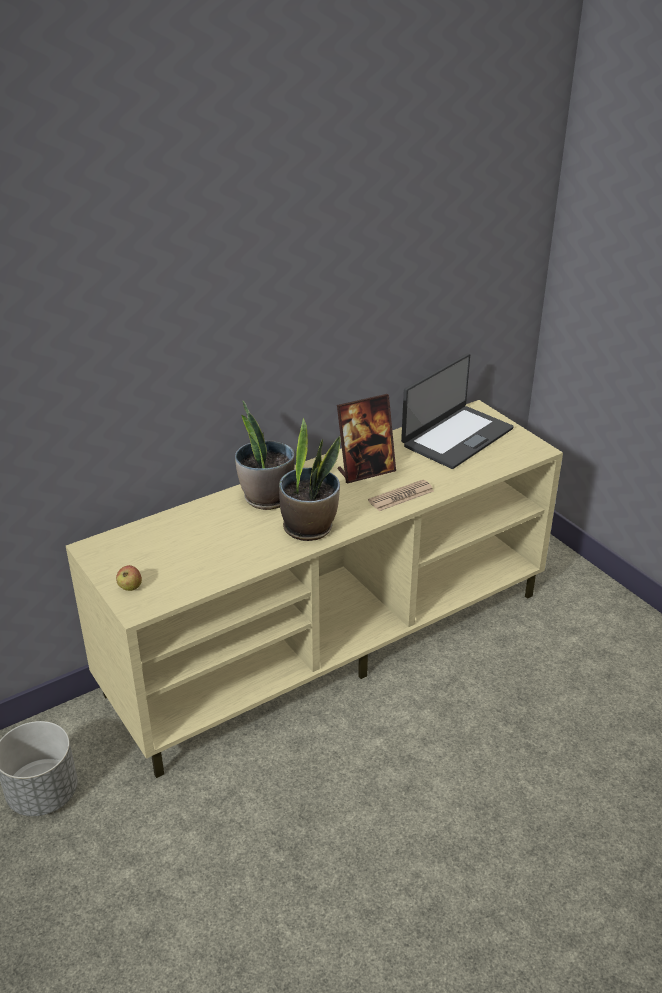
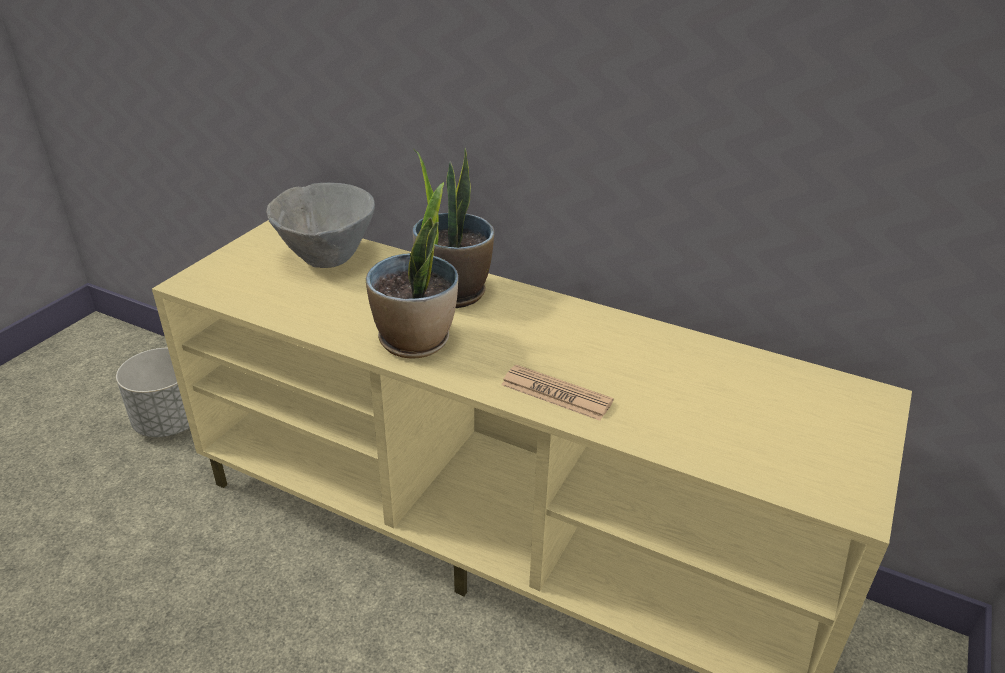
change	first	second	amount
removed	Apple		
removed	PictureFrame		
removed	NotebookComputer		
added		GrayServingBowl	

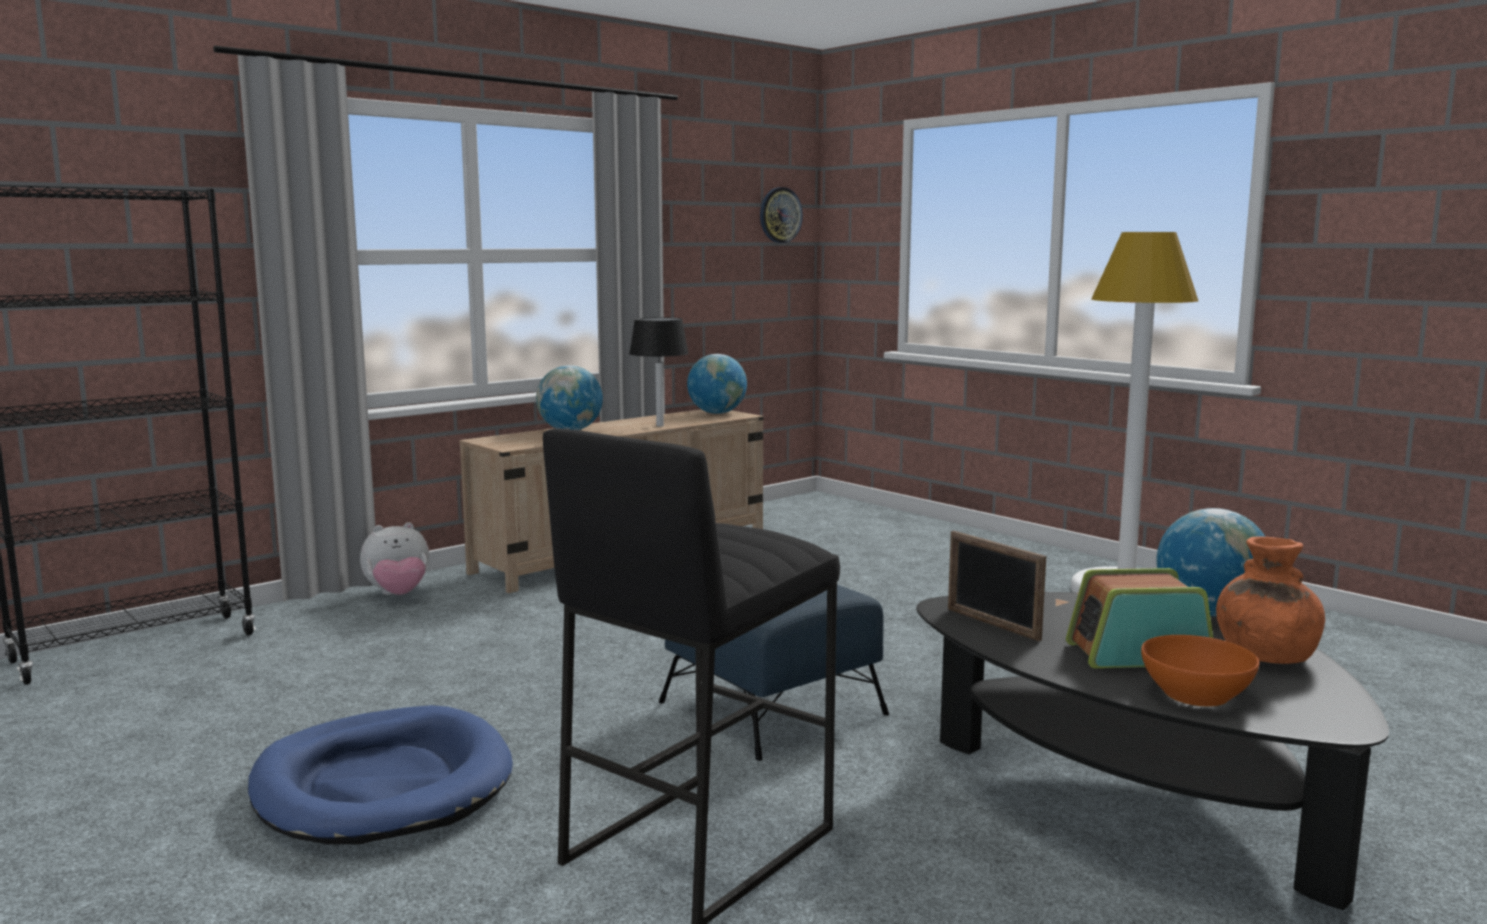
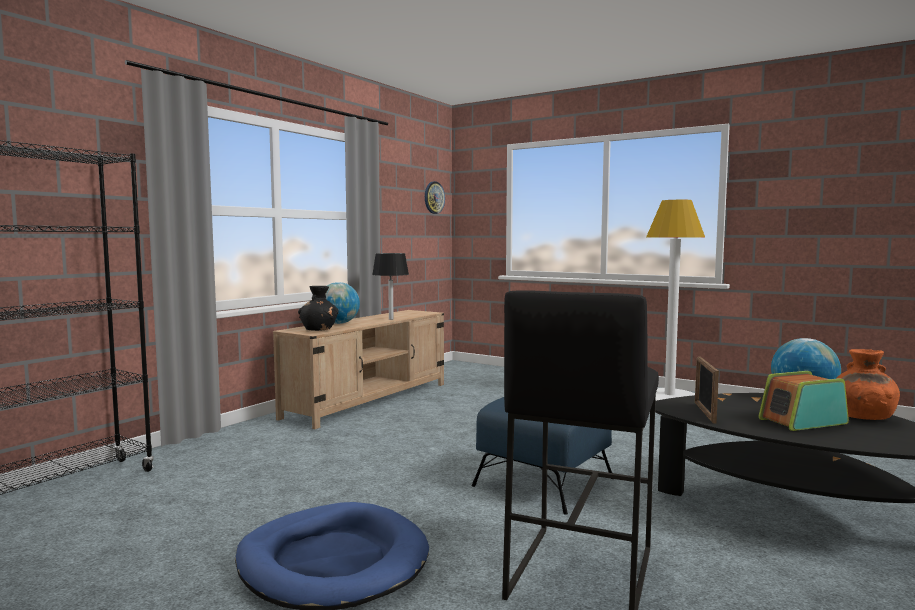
change	first	second	amount
removed	PlushToy		
removed	DeskGlobe (2nd from left)		
turned	PictureFrame		60 degrees clockwise
removed	OrangeColouredServingBowl		
added		BlackishDecorativeVase	

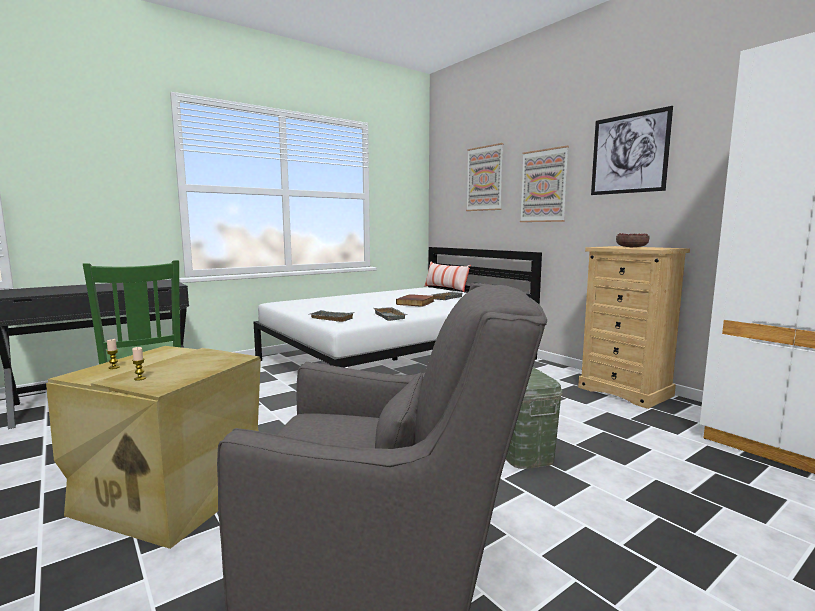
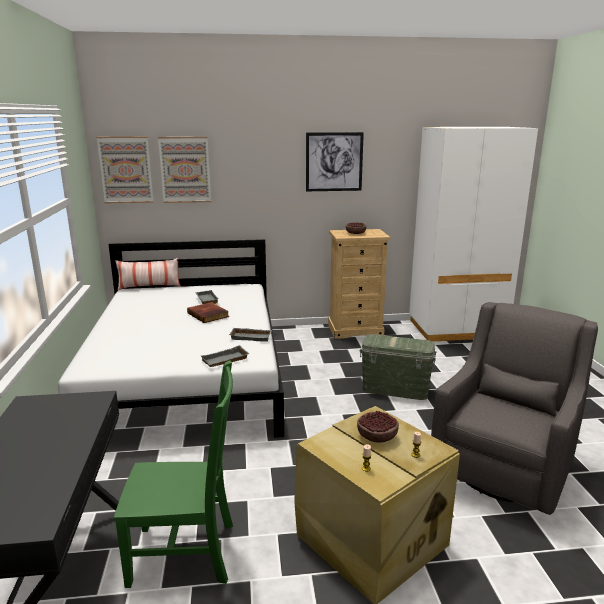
change	first	second	amount
moved	WallPicture (2nd from left in the first image)	WallPicture (1st from left)	
added		ServingBowl (2nd from left)	

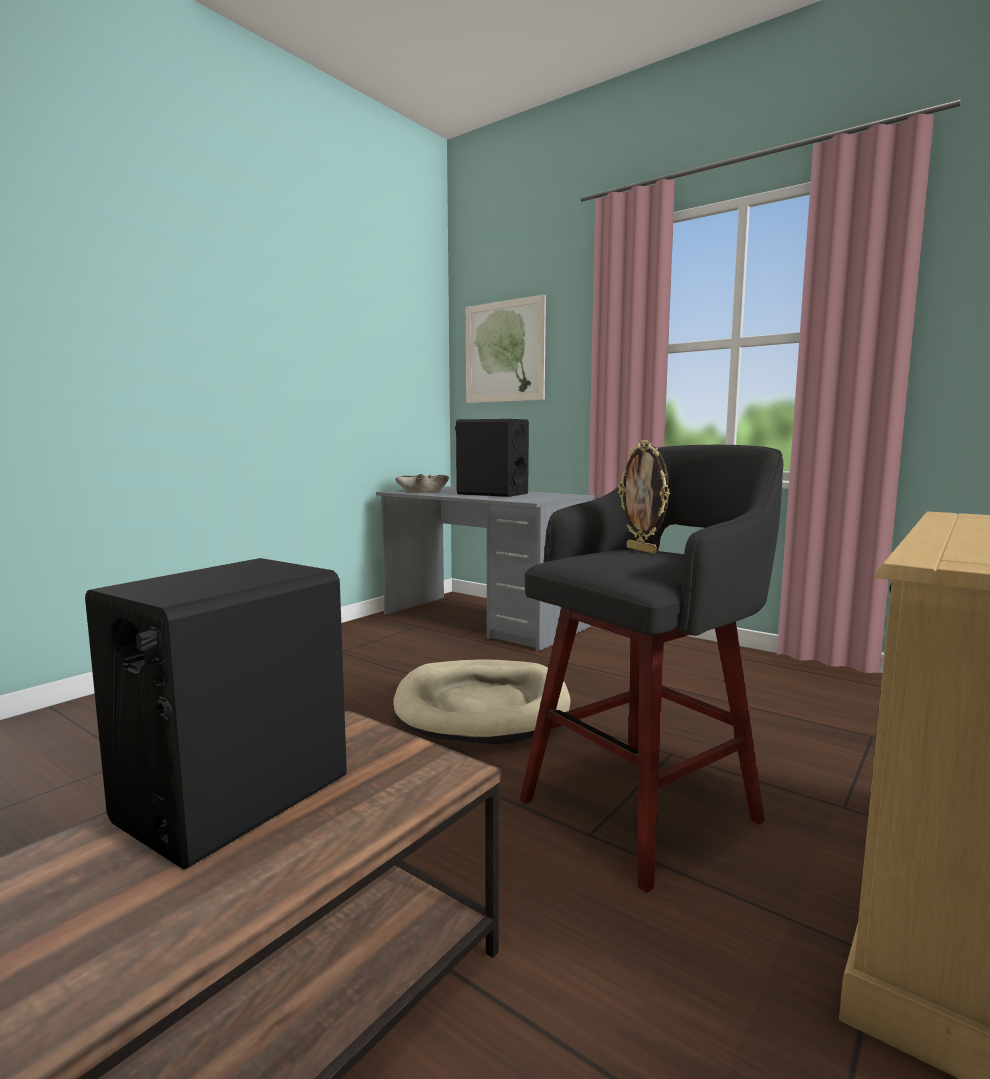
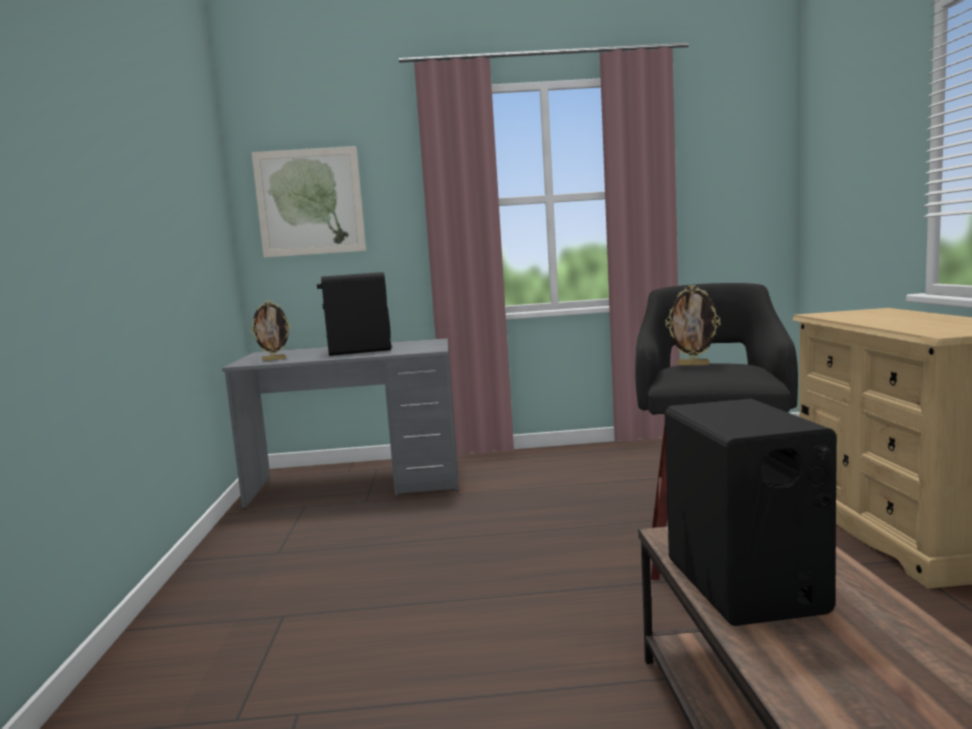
change	first	second	amount
removed	BeigePetBed		
replaced	BeigeServingBowl	PictureFrame (1st from left)	

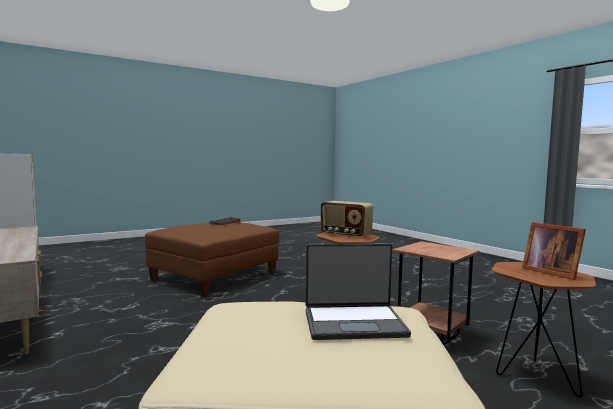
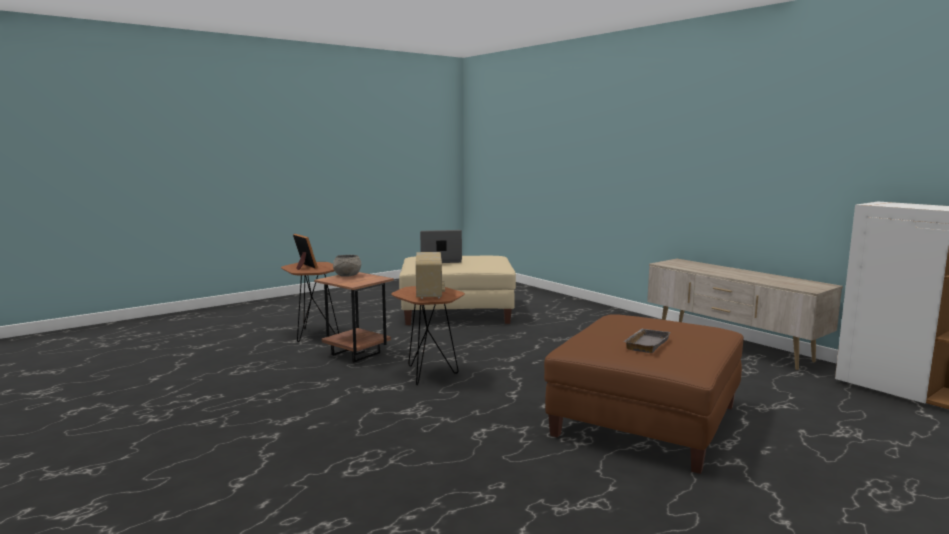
change	first	second	amount
turned	Radio		60 degrees clockwise
added		GrayServingBowl	

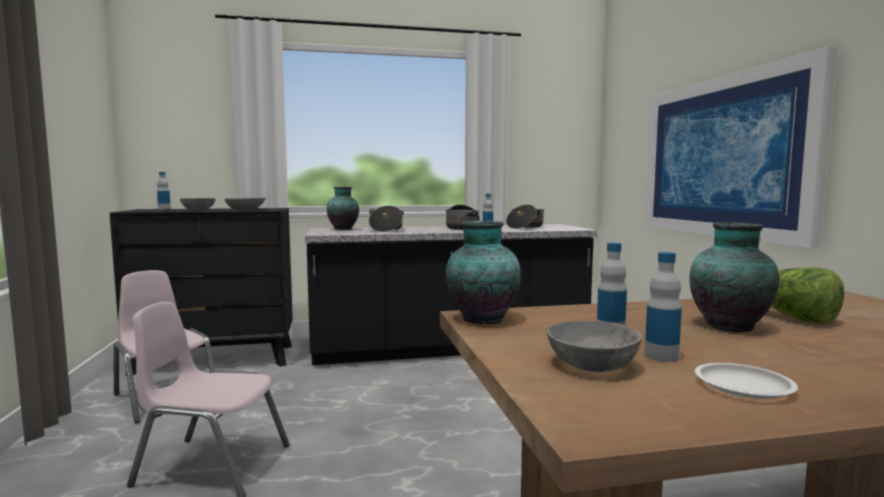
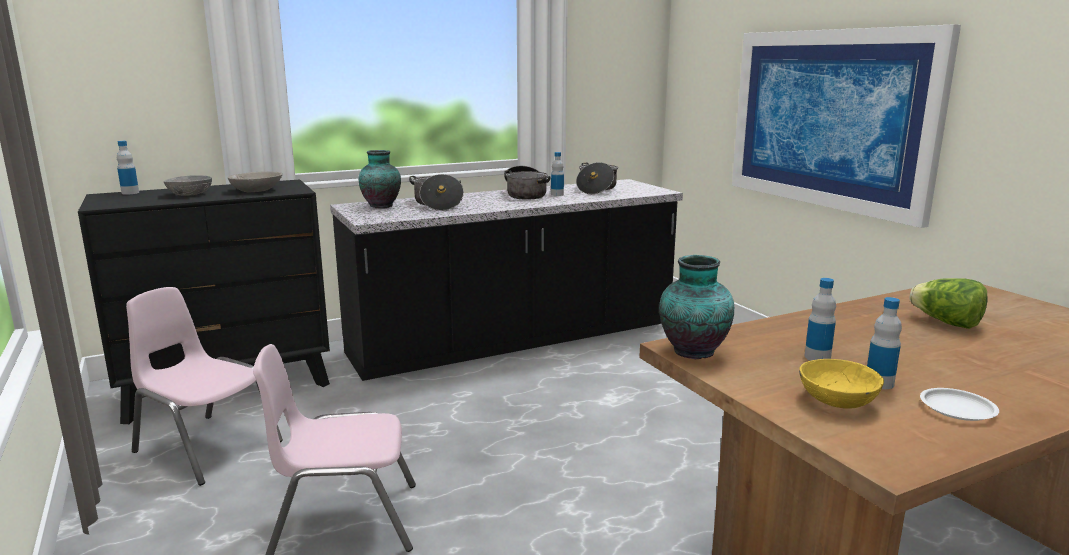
change	first	second	amount
recoloured	GrayServingBowl (3rd from left)	YellowColouredServingBowl	
removed	DecorativeVase (3rd from left)		

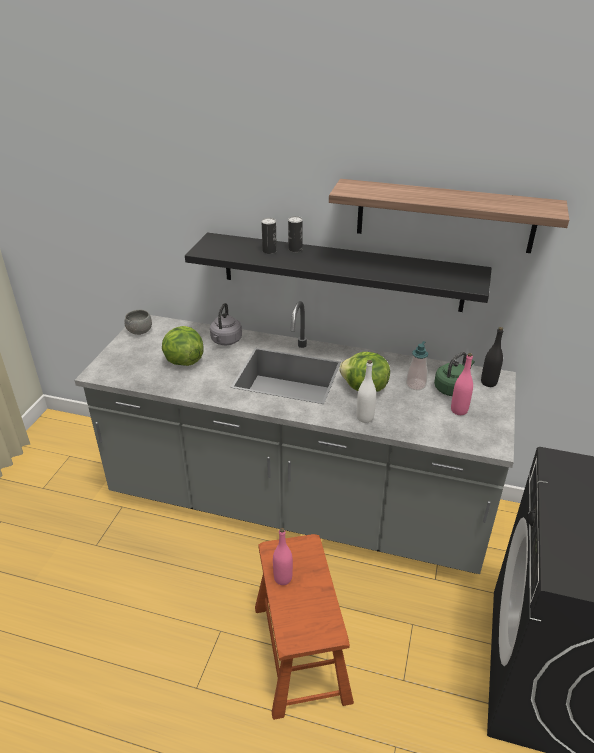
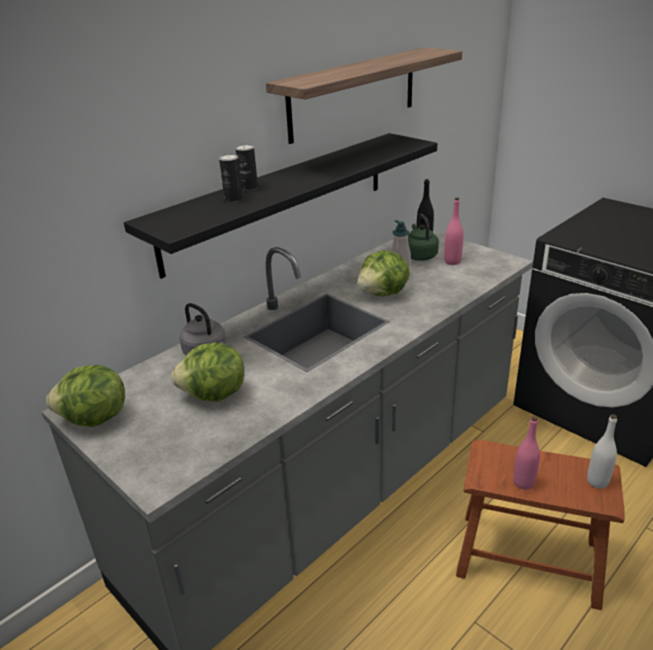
change	first	second	amount
replaced	GrayServingBowl	Lettuce (1st from left)	
moved	WhiteColouredBottle		

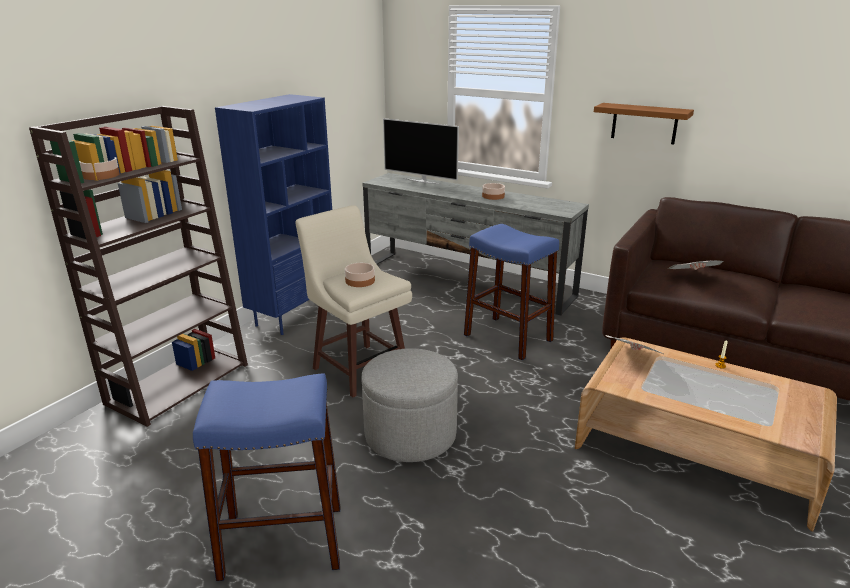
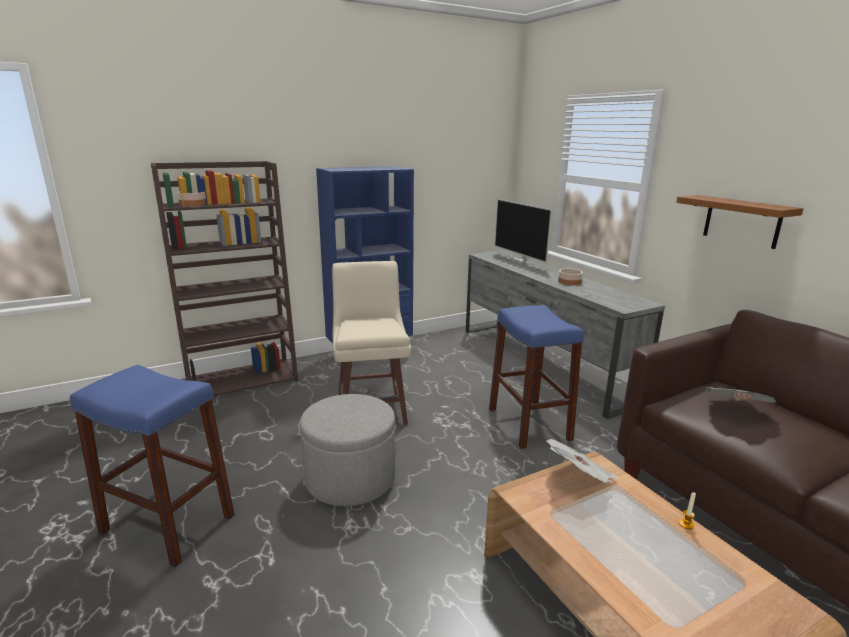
change	first	second	amount
removed	ServingBowl (2nd from left)		

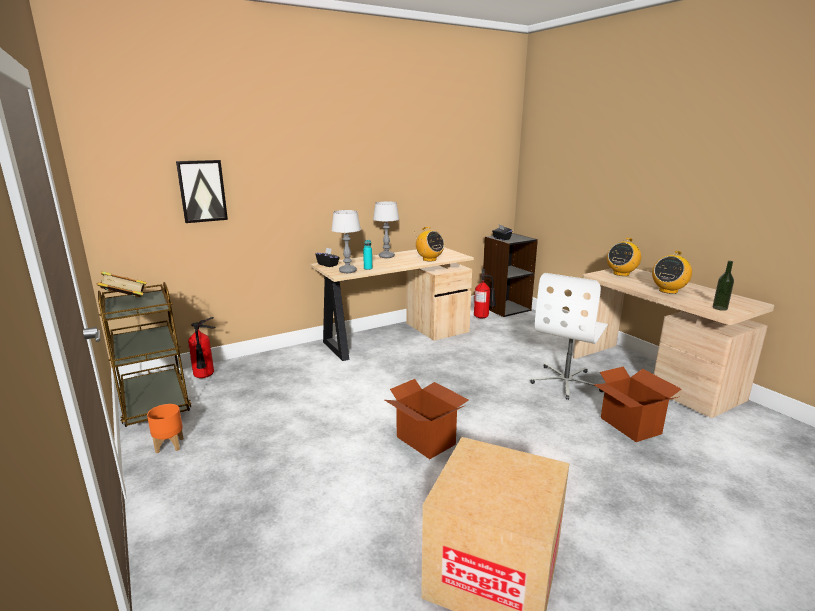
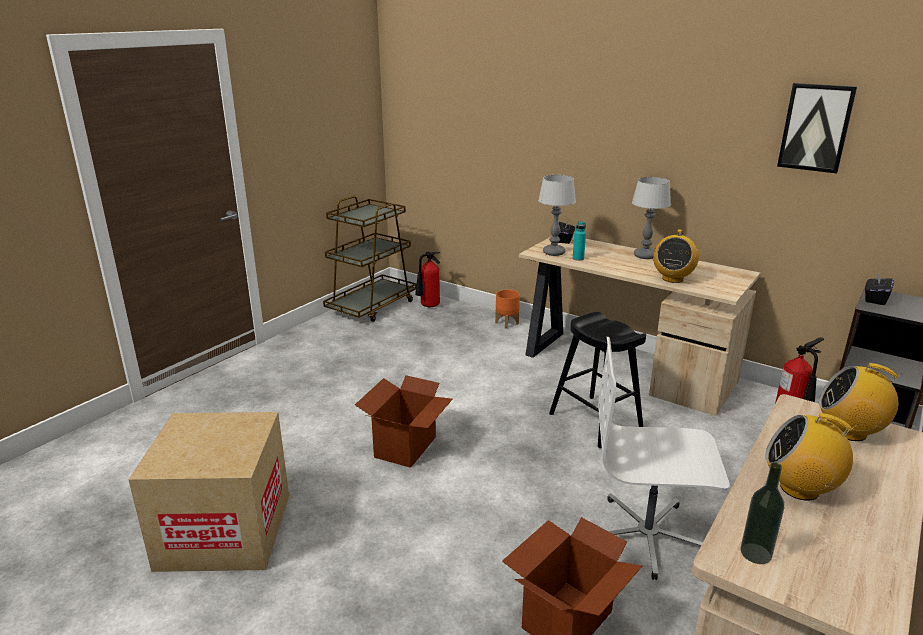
change	first	second	amount
removed	Book		
moved	OrangeColouredPlanter		
moved	WallPicture		
added		BlackishStool	

